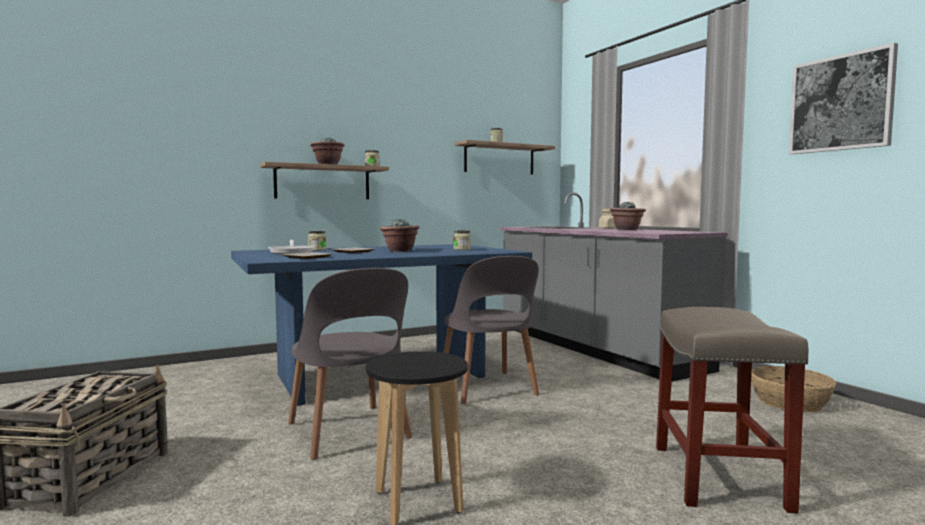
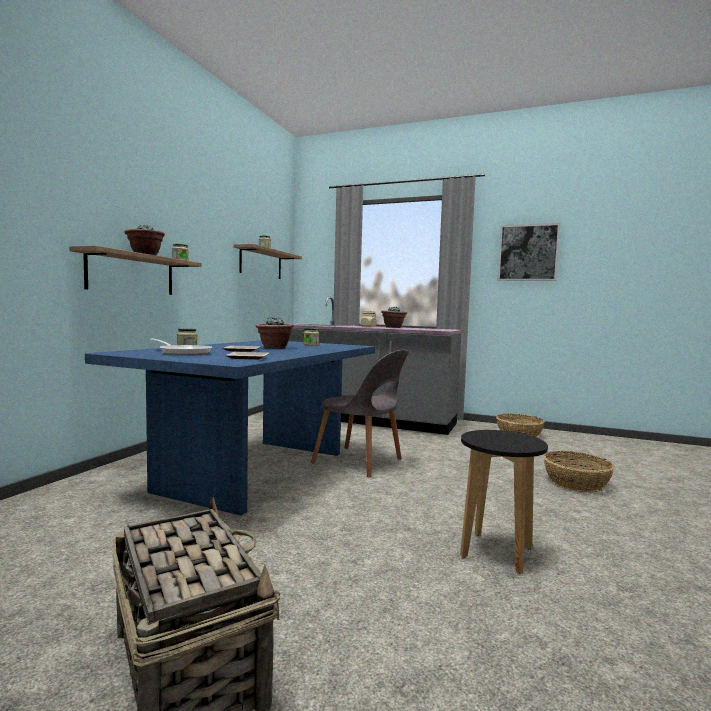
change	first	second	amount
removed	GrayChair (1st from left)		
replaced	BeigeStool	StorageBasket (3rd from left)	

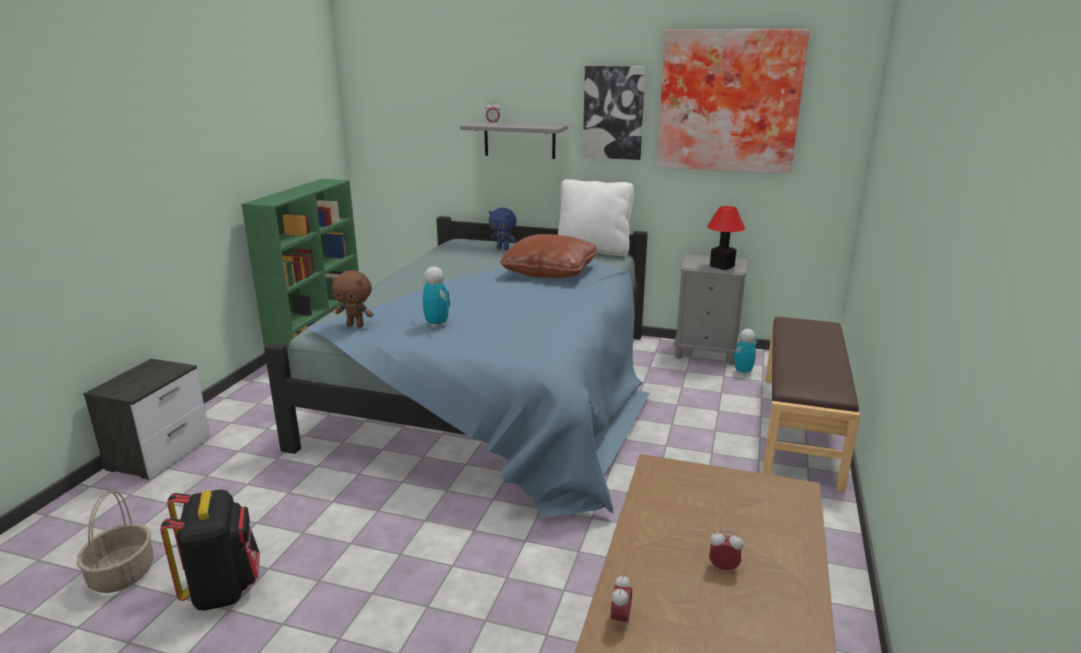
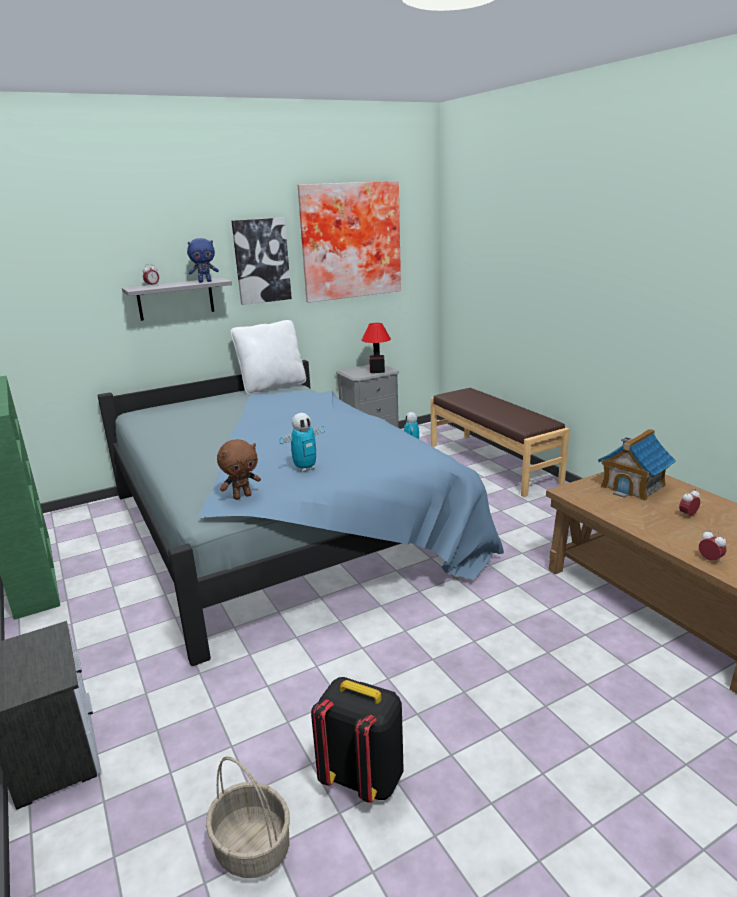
change	first	second	amount
turned	RobotFigure (1st from left)		135 degrees clockwise
moved	BluePlushToy		
removed	BrownishThrowPillow		
added		MiniatureHouse	

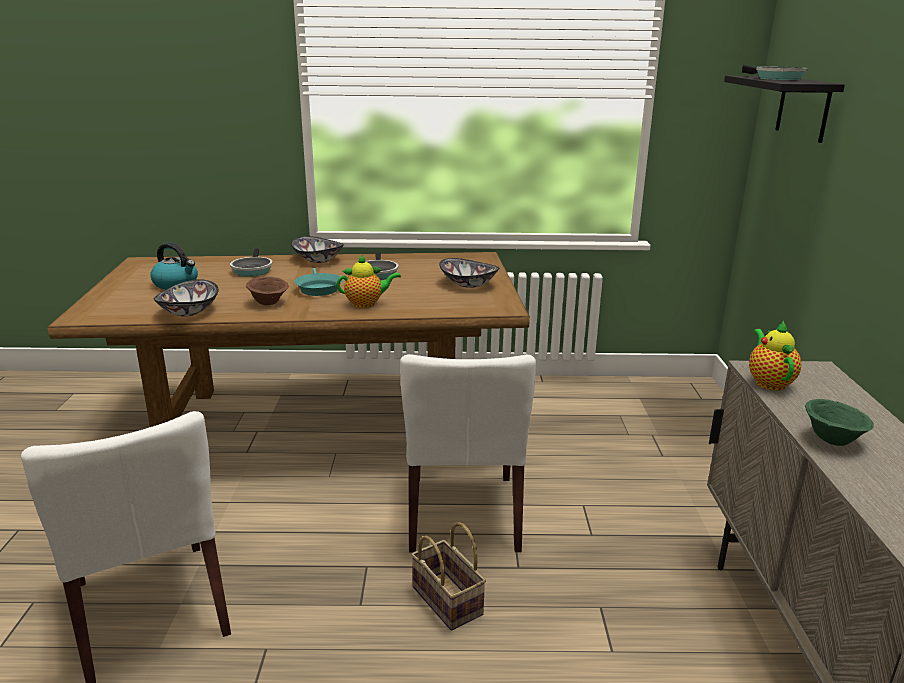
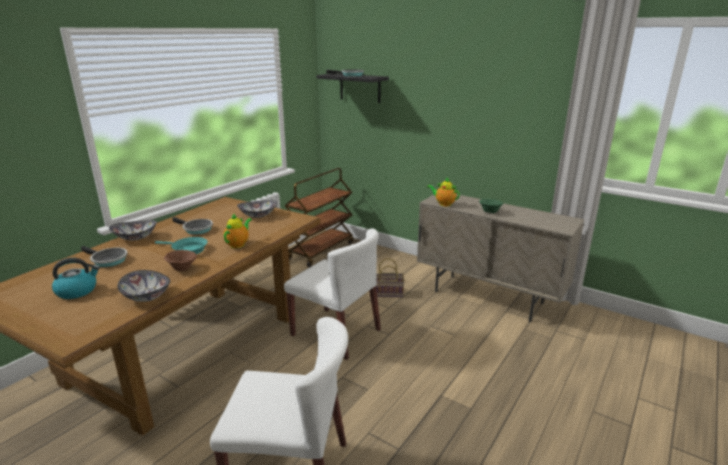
change	first	second	amount
moved	StorageBasket		
added		BrownishTrolley	

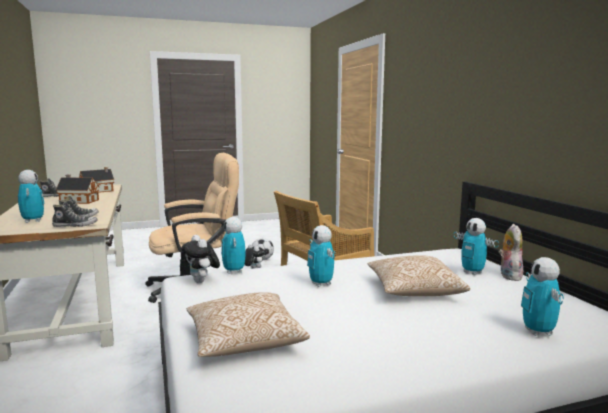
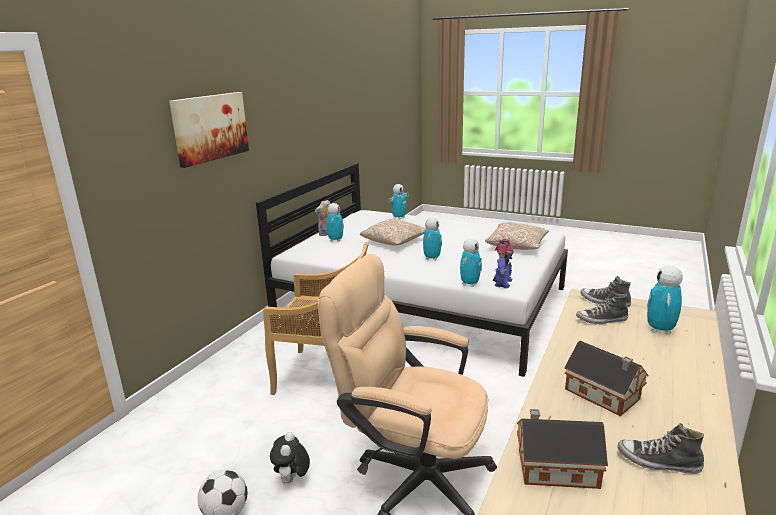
change	first	second	amount
replaced	PlushToy (1st from left)	RobotFigure (5th from left)	
added		WallPicture	

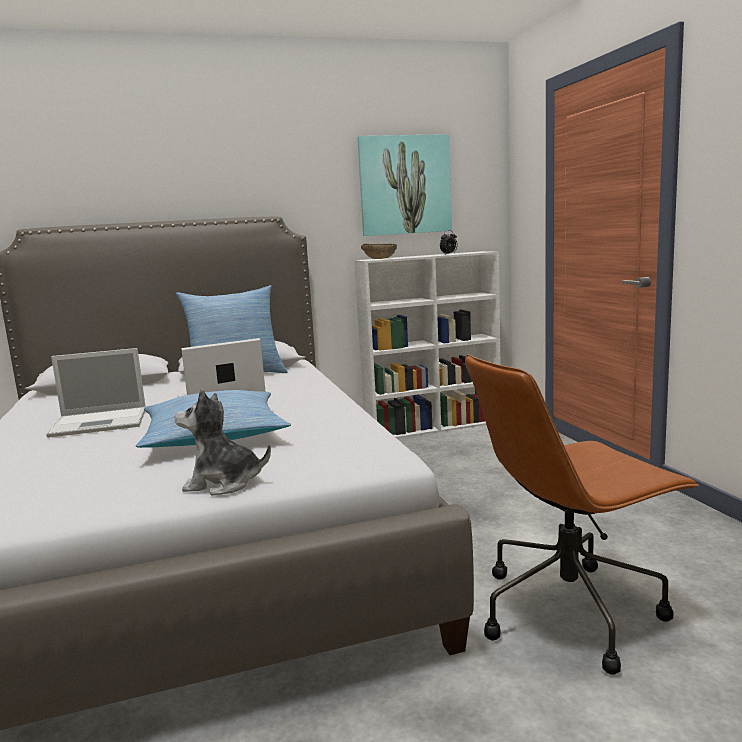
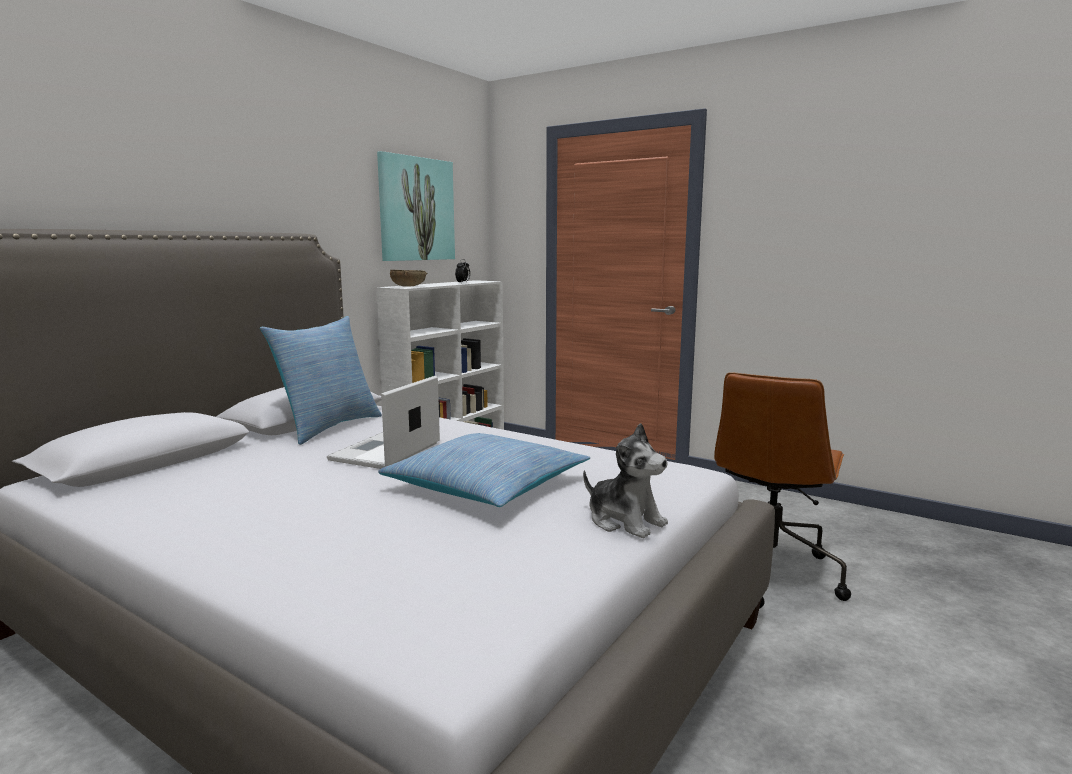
change	first	second	amount
removed	NotebookComputer (1st from left)		
turned	PlushToy		105 degrees counterclockwise

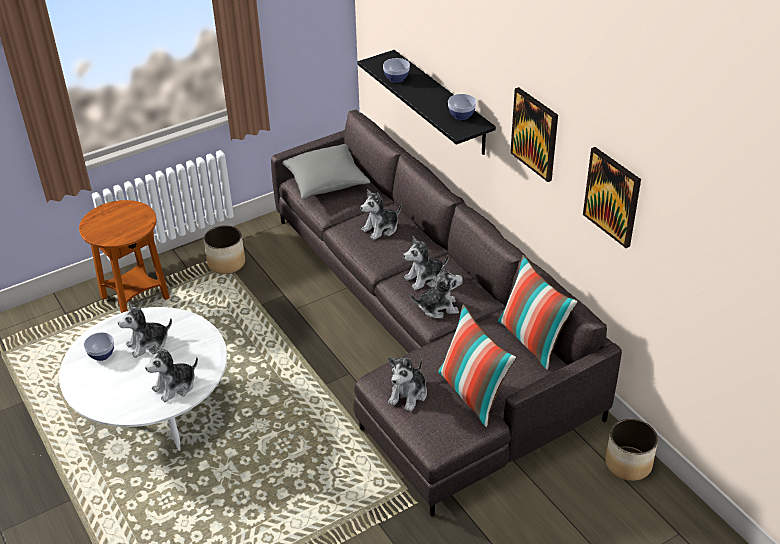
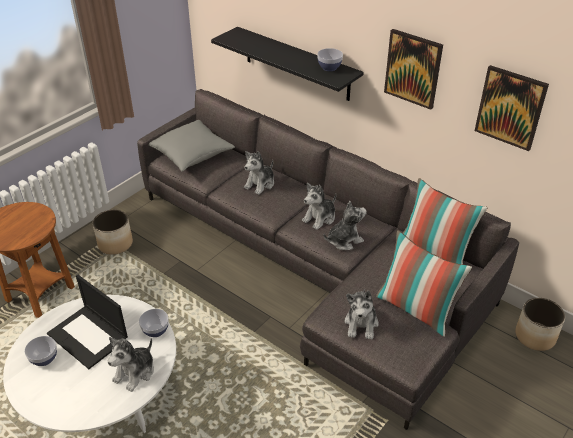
change	first	second	amount
replaced	PlushToy (1st from left)	NotebookComputer	
moved	ServingBowl (2nd from left)		

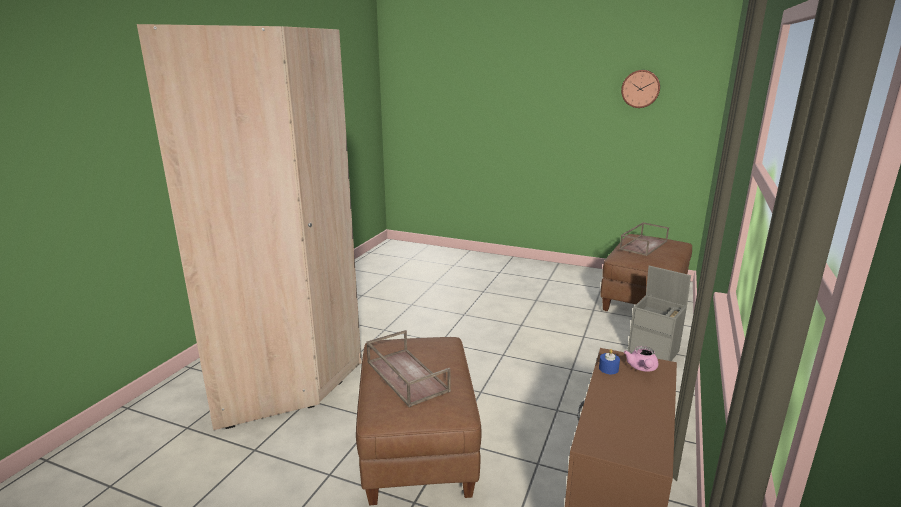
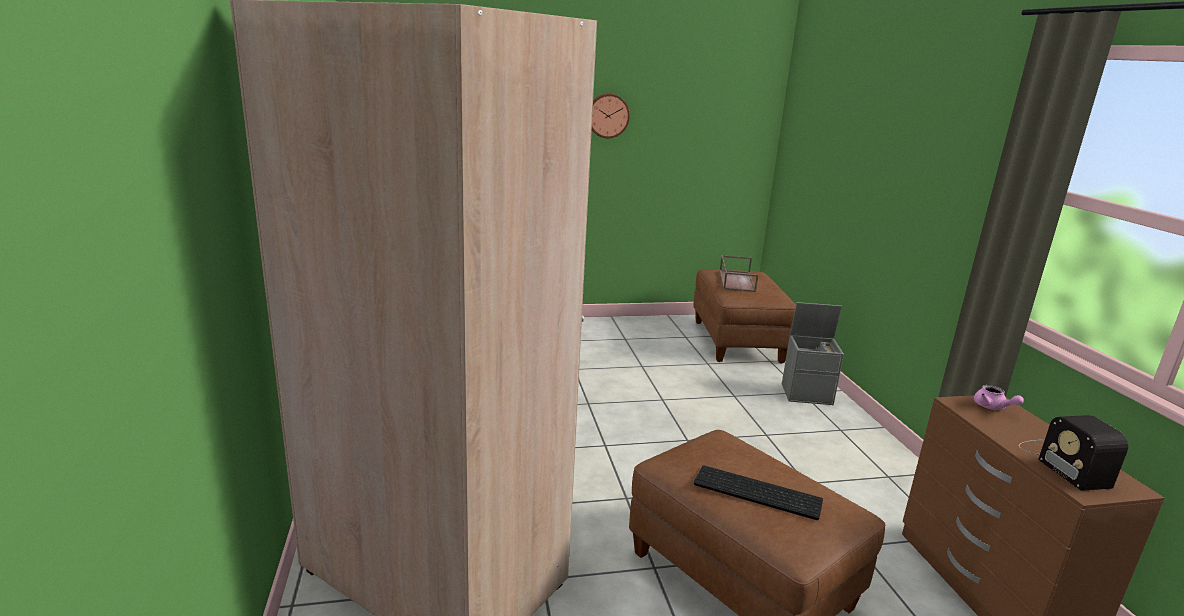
change	first	second	amount
replaced	BrownishServingTray (1st from left)	Keyboard	
removed	BlueCandle		
moved	ClockOnTheWall		
added		Radio	

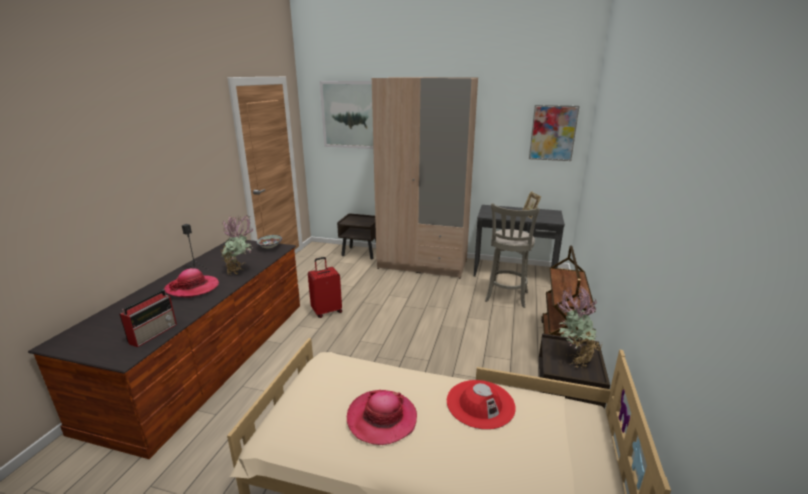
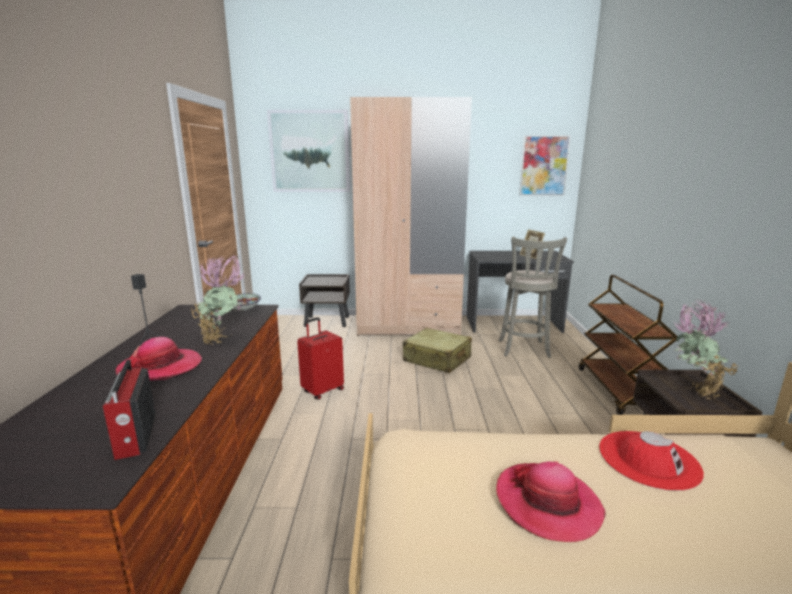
change	first	second	amount
turned	Radio		150 degrees clockwise
added		BeigeSuitcase	

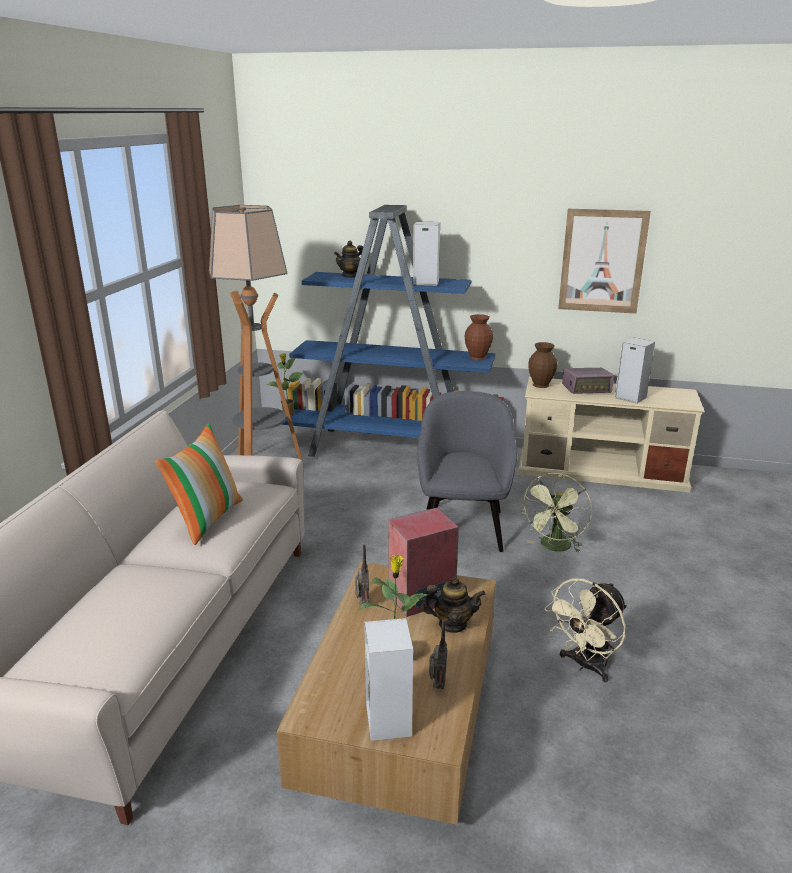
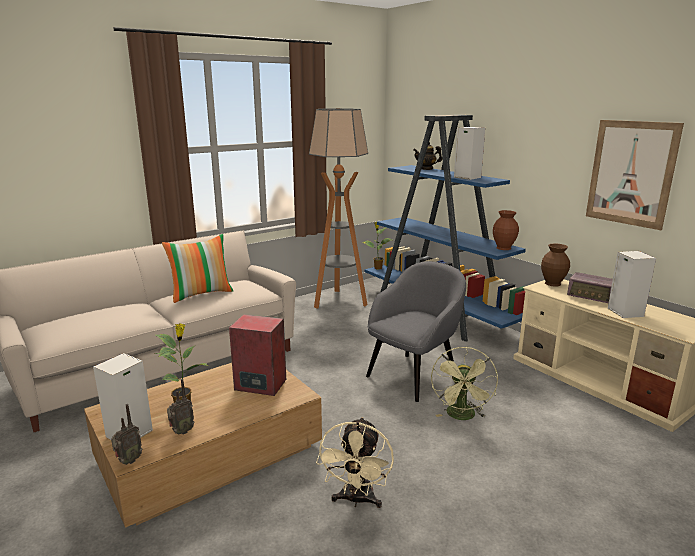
change	first	second	amount
moved	Radio (1st from left)		
removed	Teapot (2nd from left)		
turned	GreenishCoolingFan		60 degrees counterclockwise
turned	BeigeCoolingFan		75 degrees counterclockwise

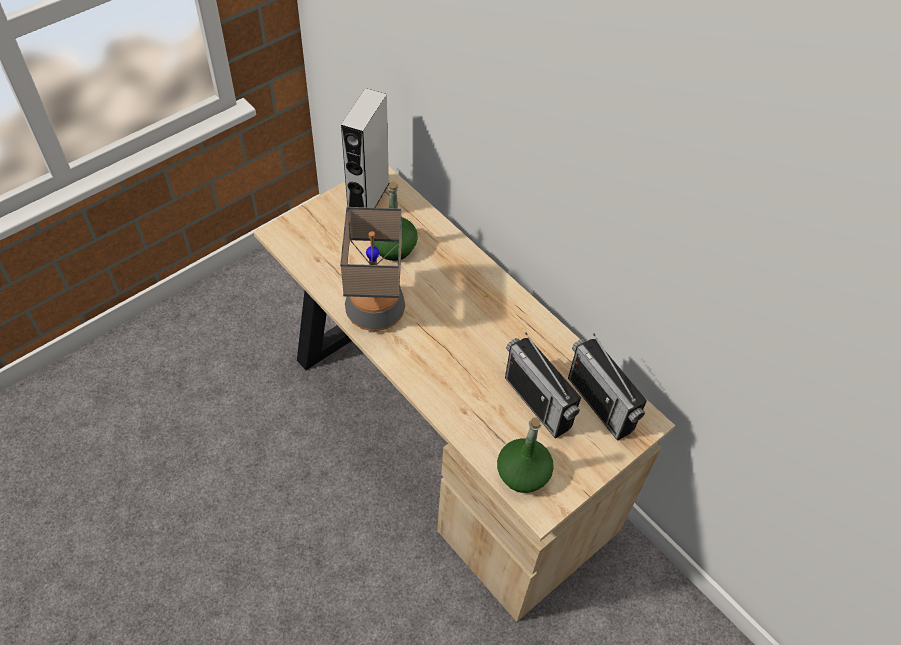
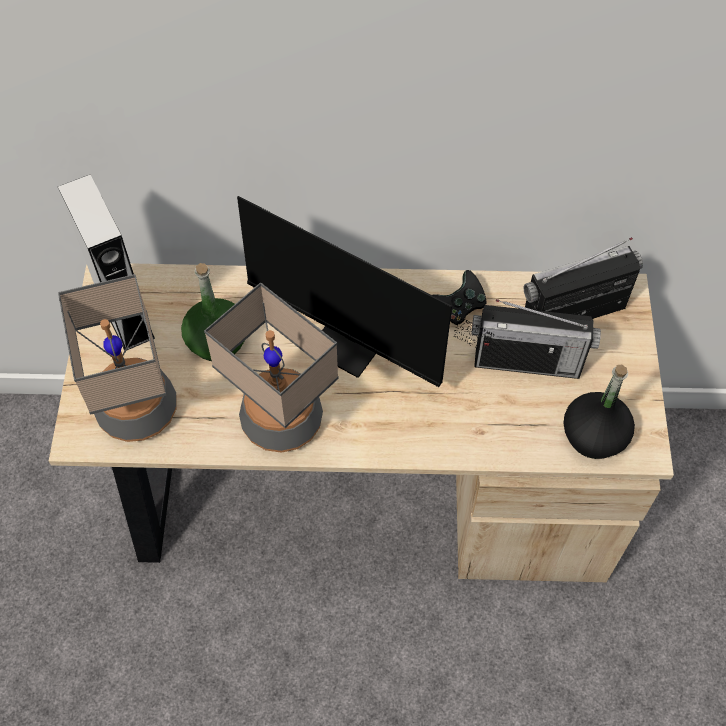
change	first	second	amount
recoloured	GreenishBottle (2nd from left)	BlackishBottle	
turned	Radio (2nd from left)		150 degrees clockwise
added		LampForATable (1st from left)	
added		ComputerDisplay	
added		BlackishJoypad	

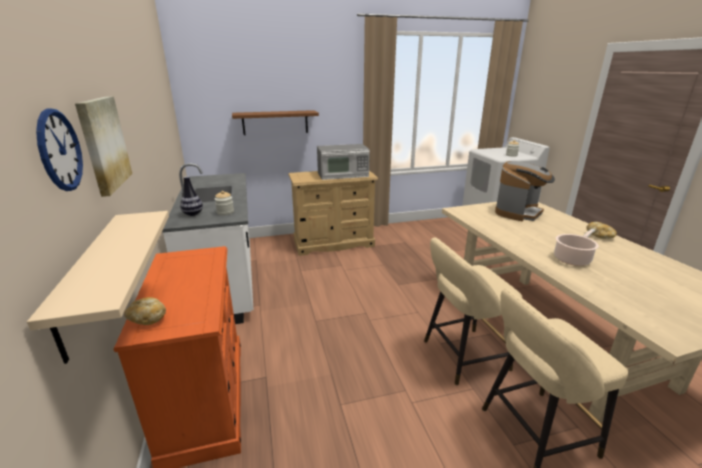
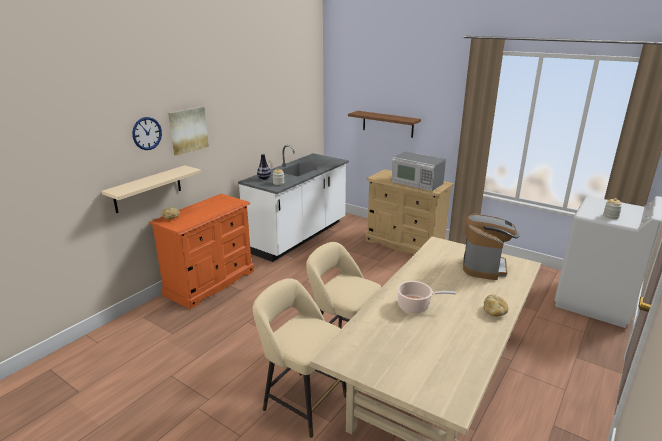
change	first	second	amount
turned	CoffeeBrewer		75 degrees counterclockwise

